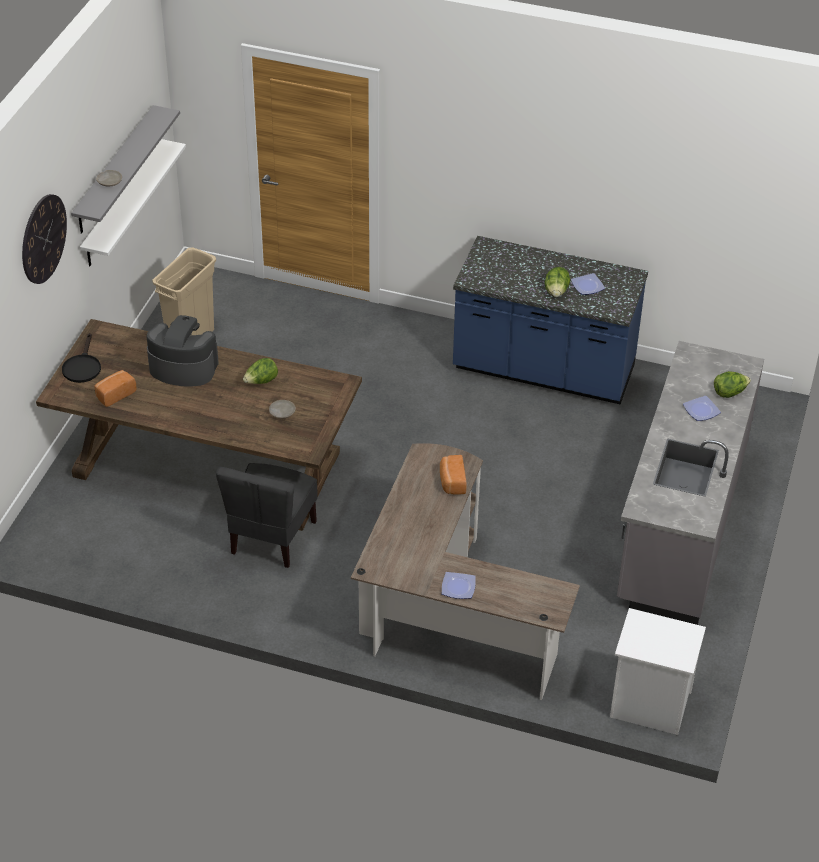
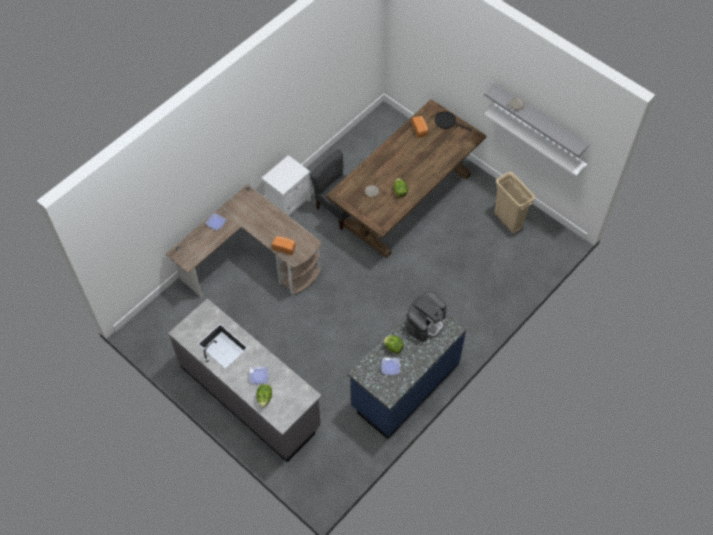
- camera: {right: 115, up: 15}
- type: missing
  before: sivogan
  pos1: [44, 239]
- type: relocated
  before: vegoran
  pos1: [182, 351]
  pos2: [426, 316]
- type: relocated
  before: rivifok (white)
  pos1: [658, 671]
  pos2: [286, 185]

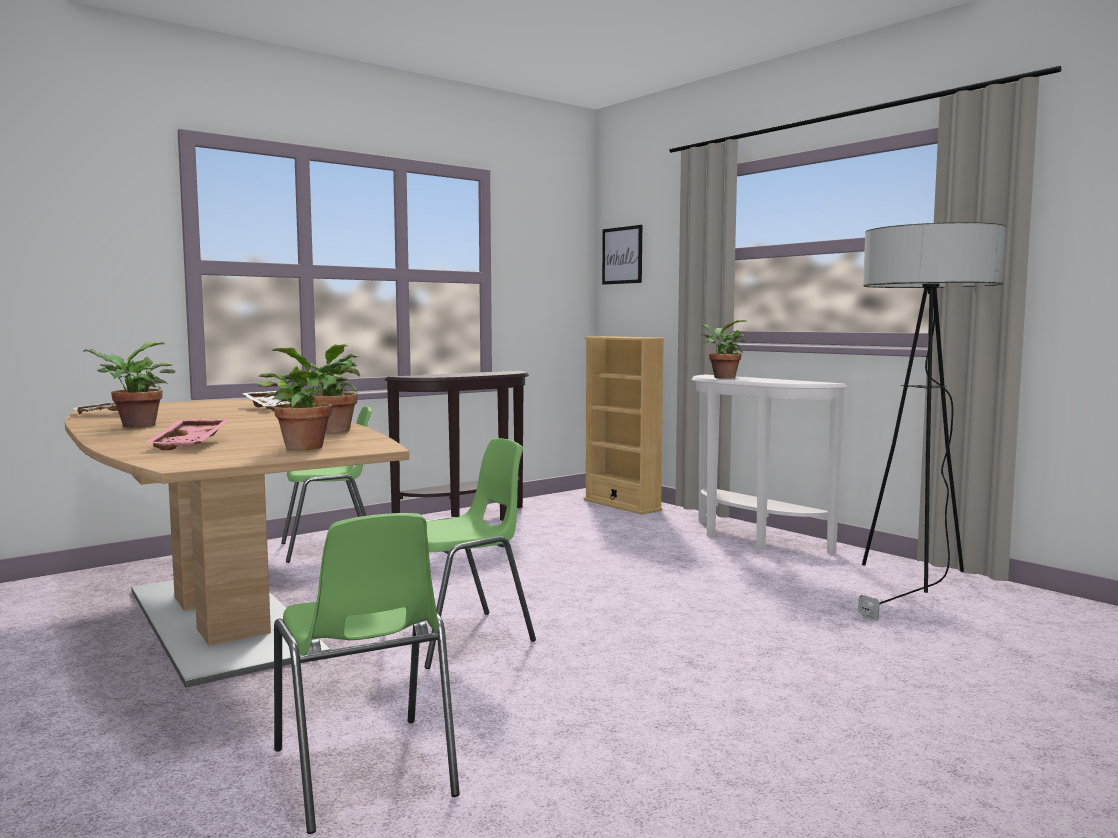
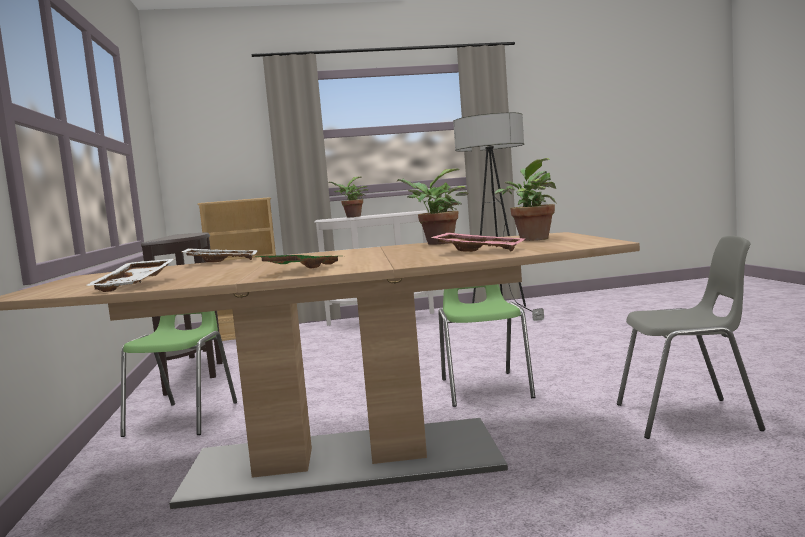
- camera: {right: -60, up: 0}
- type: exchanged
  before: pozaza
  after: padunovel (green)
  pos1: [129, 385]
  pos2: [297, 262]
- type: colour
  before: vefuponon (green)
  after: vefuponon (grey)
  pos1: [367, 673]
  pos2: [691, 337]
- type: missing
  before: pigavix
  pos1: [622, 255]

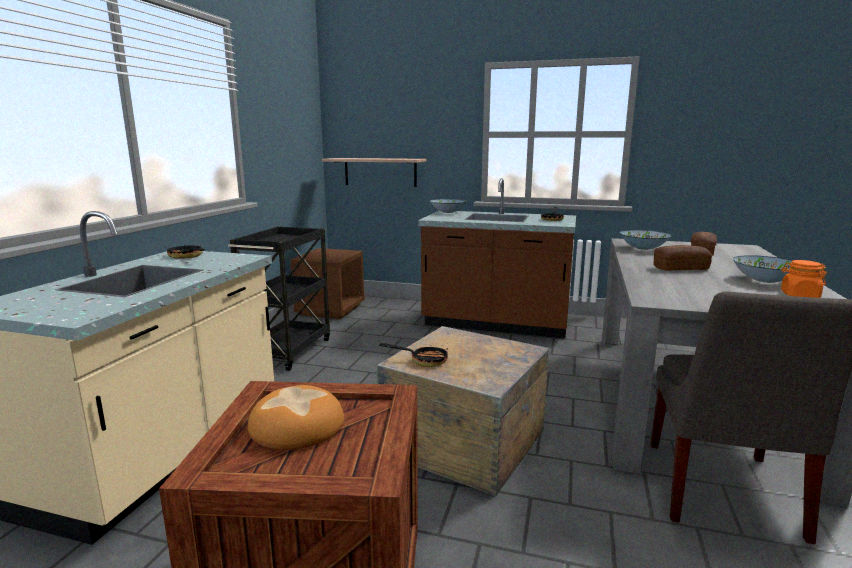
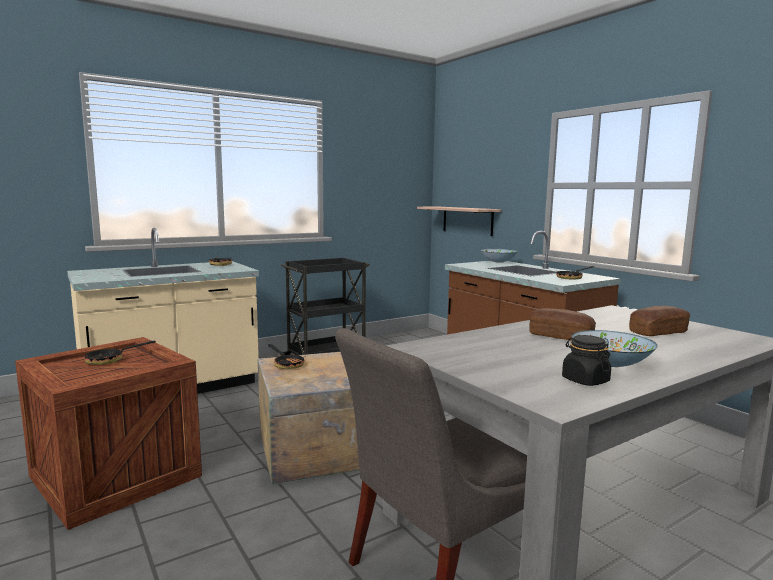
- camera: {right: 40, up: -5}
- type: exchanged
  before: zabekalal
  after: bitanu
  pos1: [296, 417]
  pos2: [120, 353]
- type: missing
  before: rivifok (brown)
  pos1: [328, 283]
- type: missing
  before: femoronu
  pos1: [646, 240]
- type: colour
  before: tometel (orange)
  after: tometel (black)
  pos1: [804, 279]
  pos2: [586, 360]

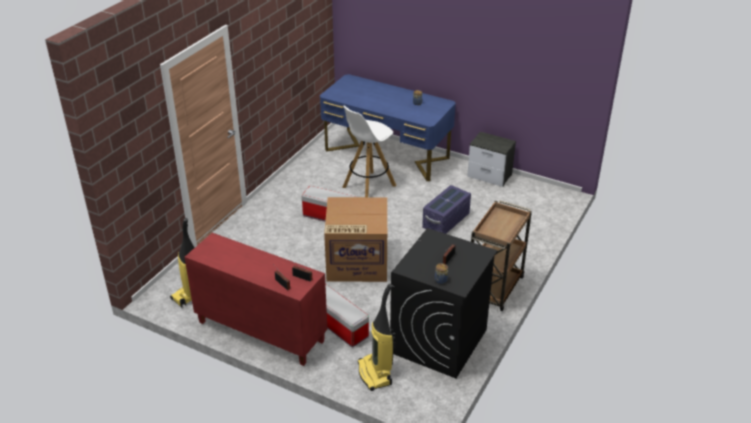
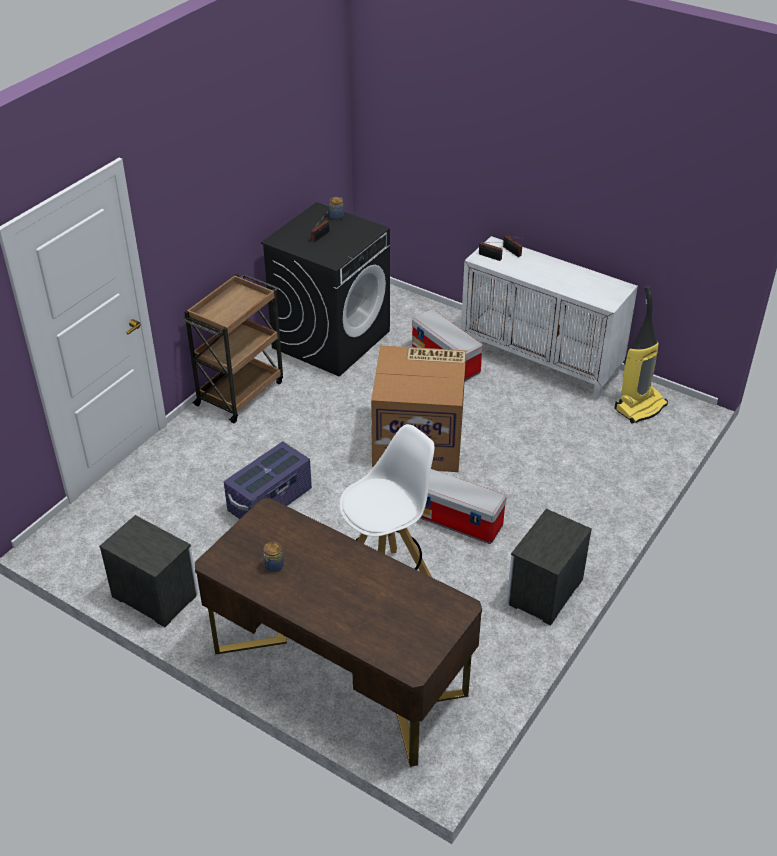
- camera: {right: -175, up: 5}
- type: colour
  before: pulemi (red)
  after: pulemi (white)
  pos1: [256, 299]
  pos2: [549, 317]
- type: colour
  before: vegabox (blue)
  after: vegabox (brown)
  pos1: [388, 127]
  pos2: [338, 632]
- type: missing
  before: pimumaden
  pos1: [376, 337]
- type: appeared
  after: rivifok
  pos2: [549, 567]

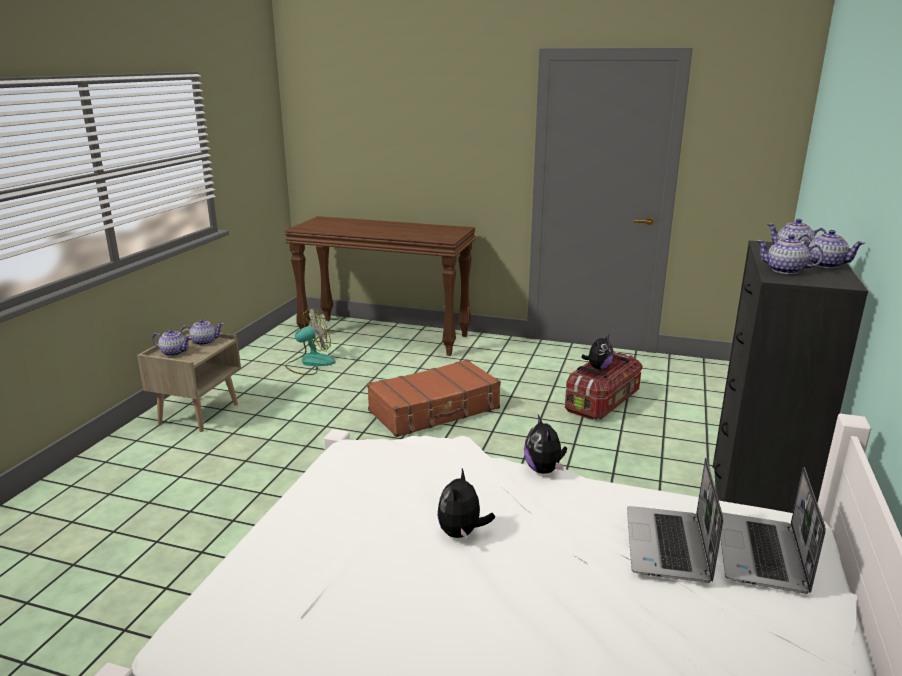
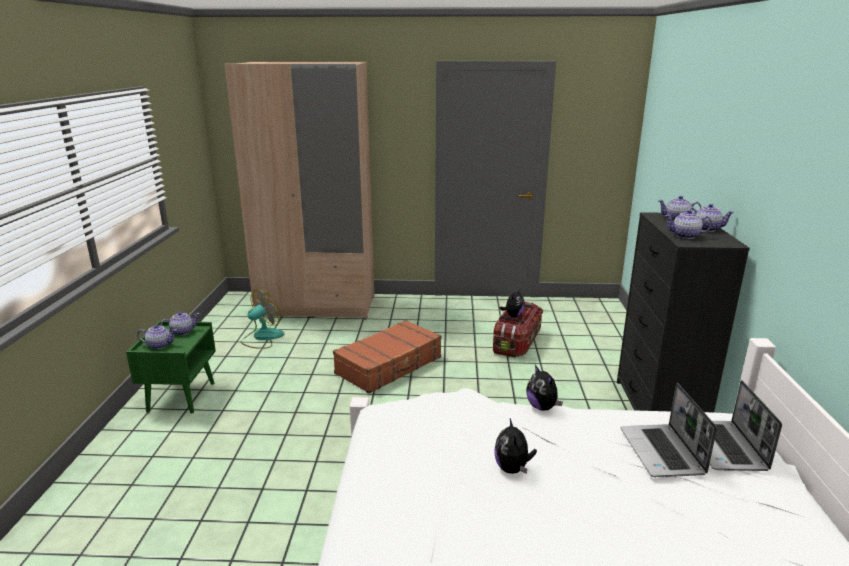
- camera: {right: -15, up: 0}
- type: colour
  before: rivifok (beige)
  after: rivifok (green)
  pos1: [189, 380]
  pos2: [171, 367]
- type: exchanged
  before: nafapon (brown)
  after: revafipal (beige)
  pos1: [380, 286]
  pos2: [299, 190]

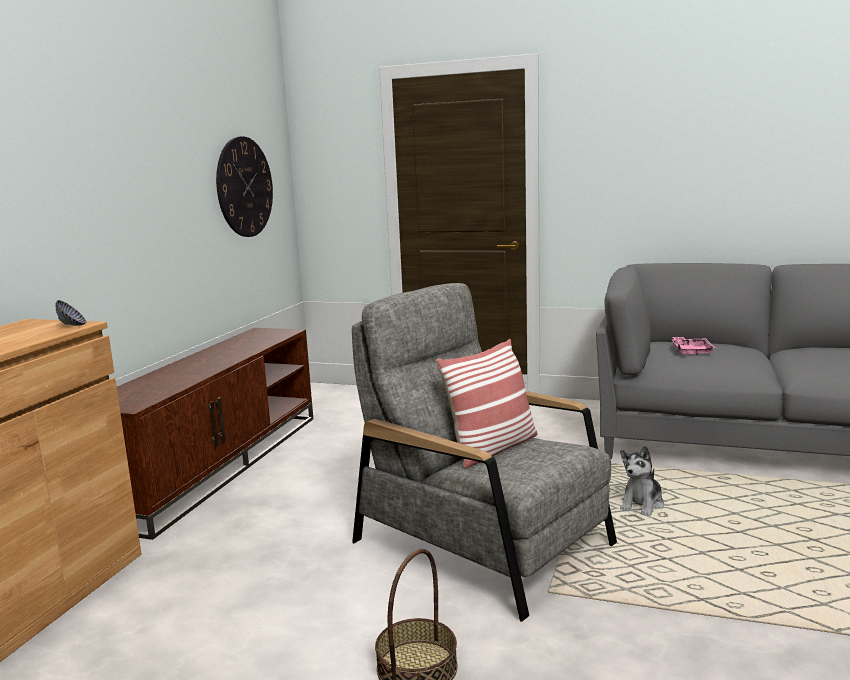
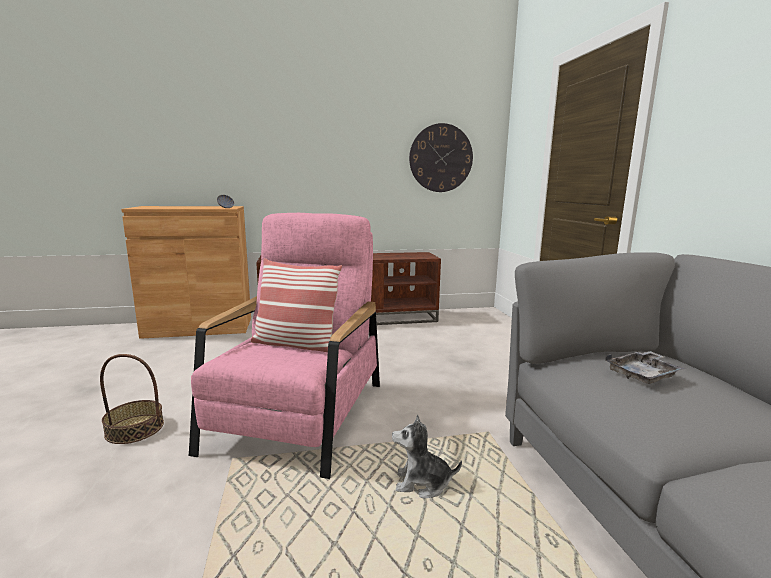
- camera: {right: 60, up: 0}
- type: colour
  before: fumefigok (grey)
  after: fumefigok (pink)
  pos1: [484, 452]
  pos2: [284, 346]
- type: colour
  before: padunovel (pink)
  after: padunovel (grey)
  pos1: [693, 346]
  pos2: [645, 367]

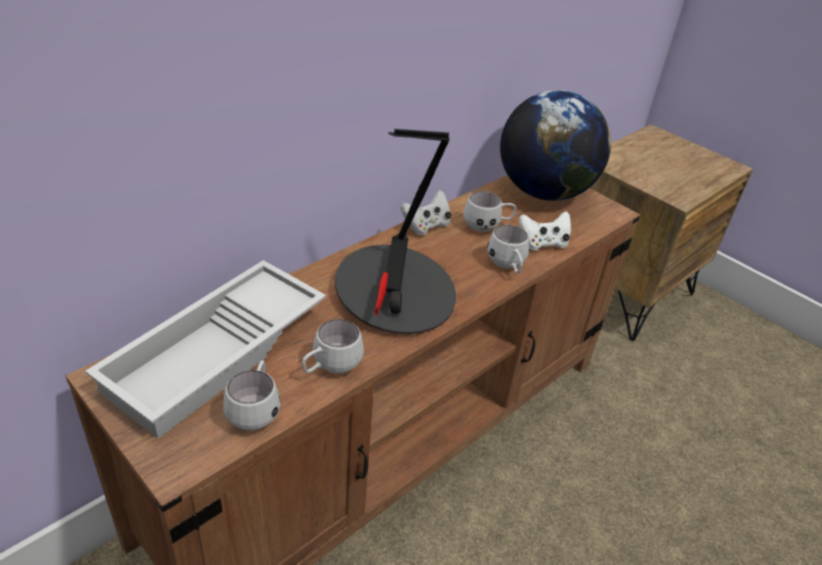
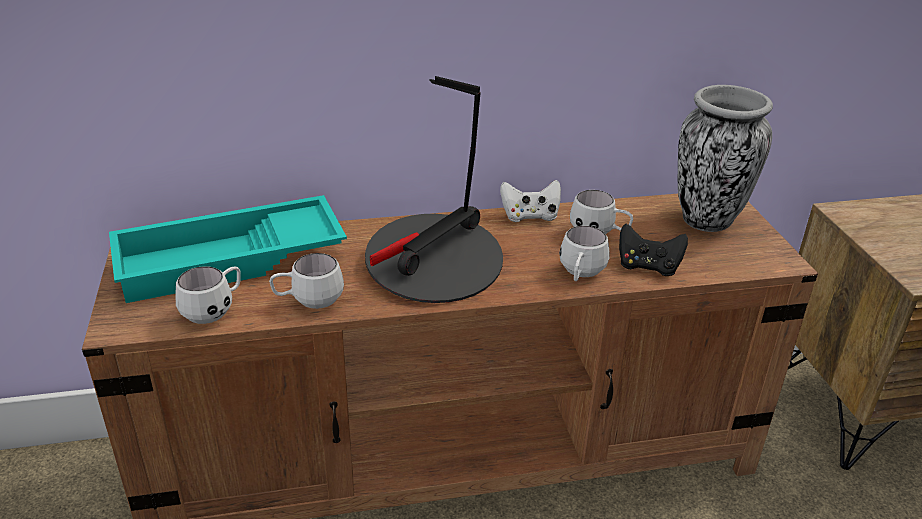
- camera: {right: 35, up: -5}
- type: colour
  before: padunovel (white)
  after: padunovel (turquoise)
  pos1: [205, 349]
  pos2: [228, 249]
- type: exchanged
  before: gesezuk
  after: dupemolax
  pos1: [555, 145]
  pos2: [725, 158]
- type: colour
  before: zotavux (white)
  after: zotavux (black)
  pos1: [545, 231]
  pos2: [653, 250]

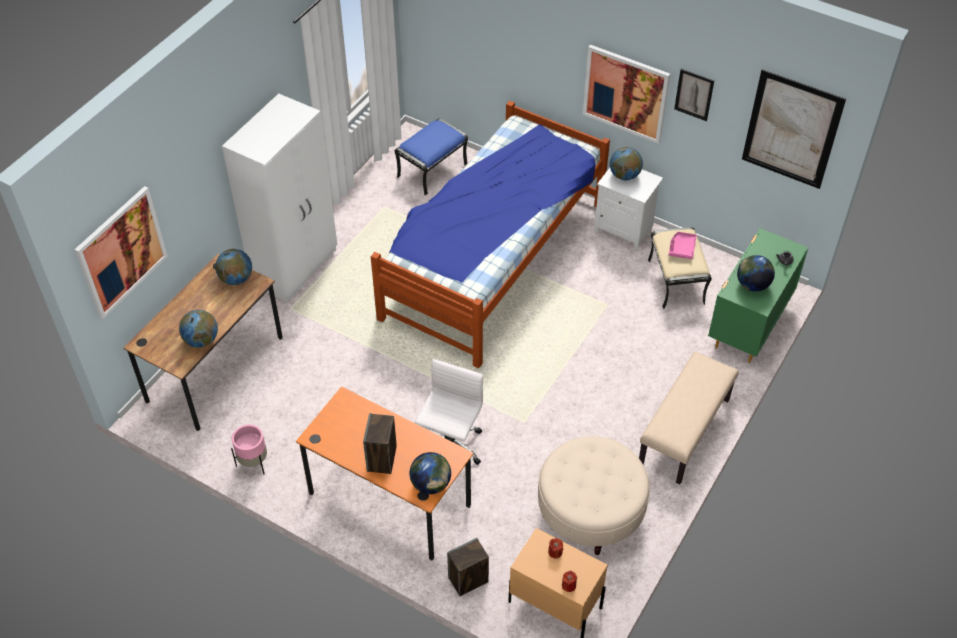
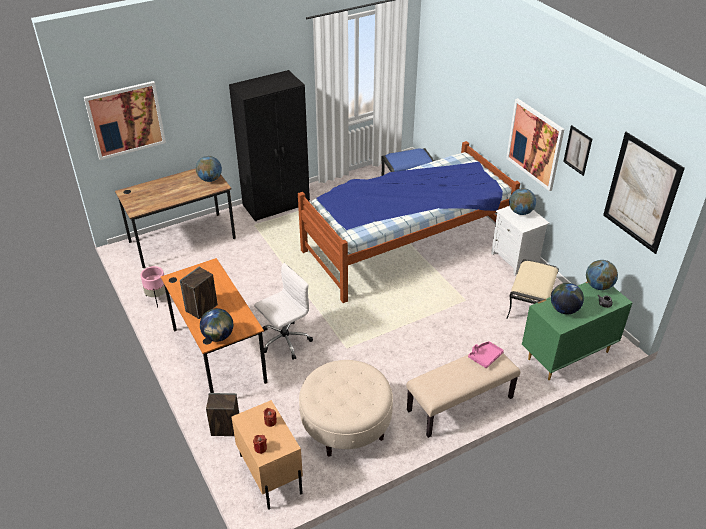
- camera: {right: 30, up: -10}
- type: relocated
  before: gesezuk
  pos1: [198, 328]
  pos2: [602, 275]
- type: colour
  before: revafipal (white)
  after: revafipal (black)
  pos1: [279, 198]
  pos2: [269, 145]
- type: relocated
  before: padunovel (pink)
  pos1: [683, 245]
  pos2: [486, 354]

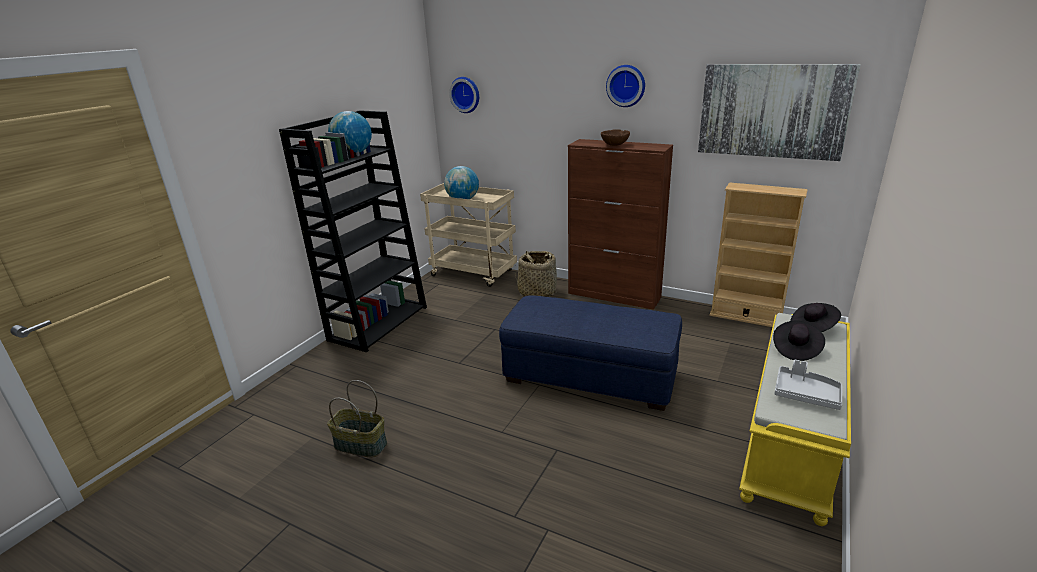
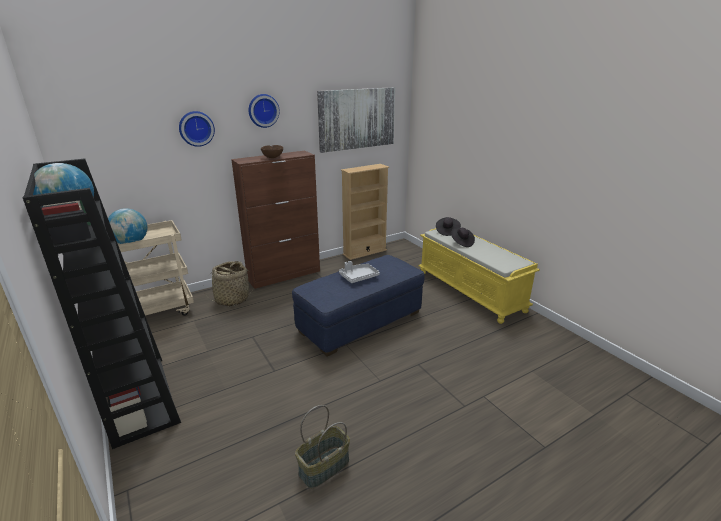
- camera: {right: -60, up: 0}
- type: relocated
  before: sivogan
  pos1: [464, 95]
  pos2: [197, 129]
- type: relocated
  before: padunovel (grey)
  pos1: [808, 385]
  pos2: [359, 272]

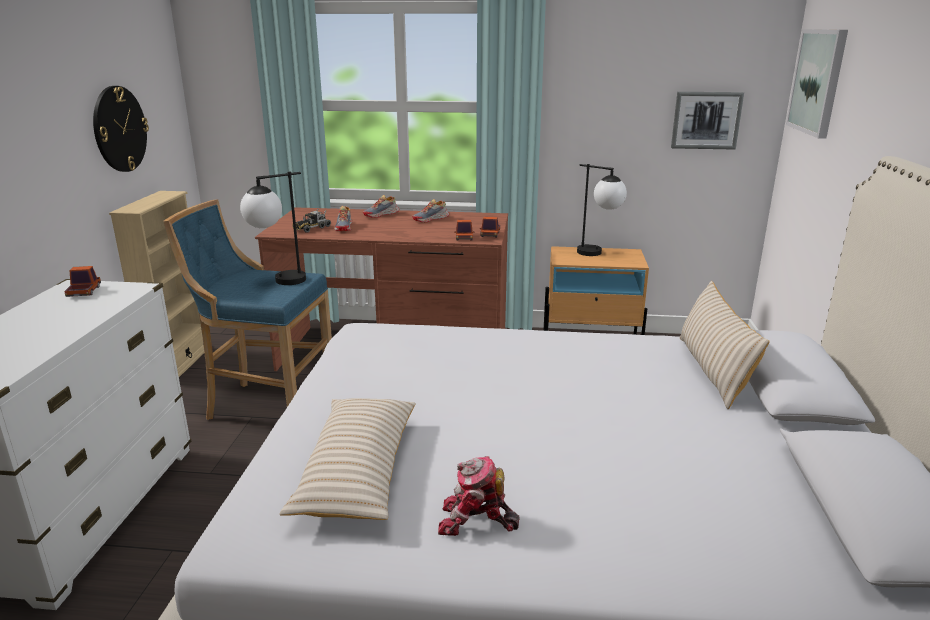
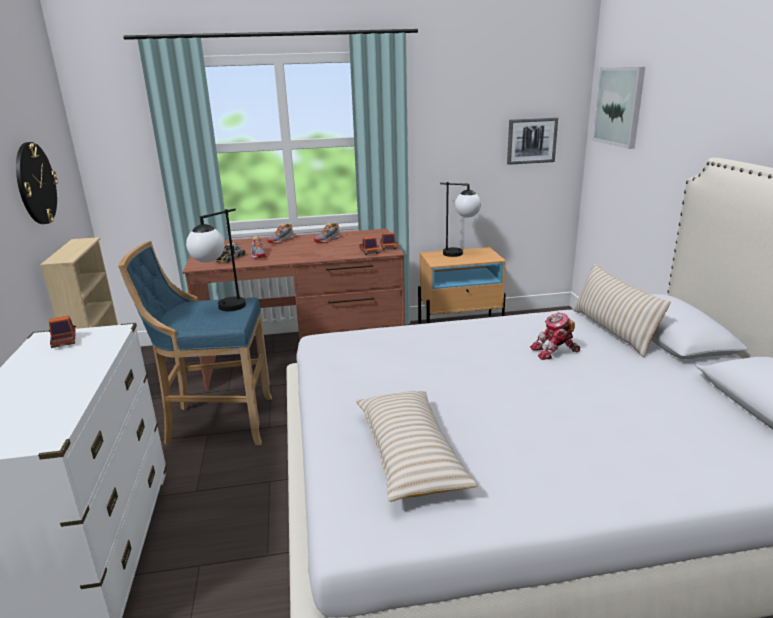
- camera: {right: -15, up: 0}
- type: relocated
  before: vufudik
  pos1: [479, 496]
  pos2: [555, 336]

